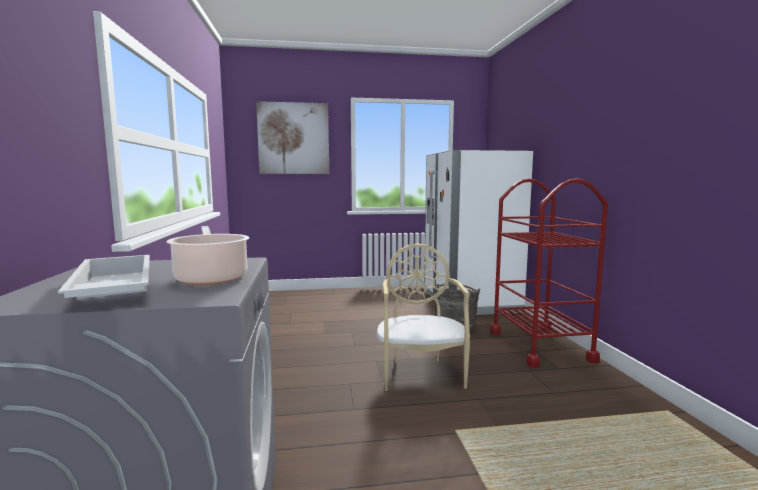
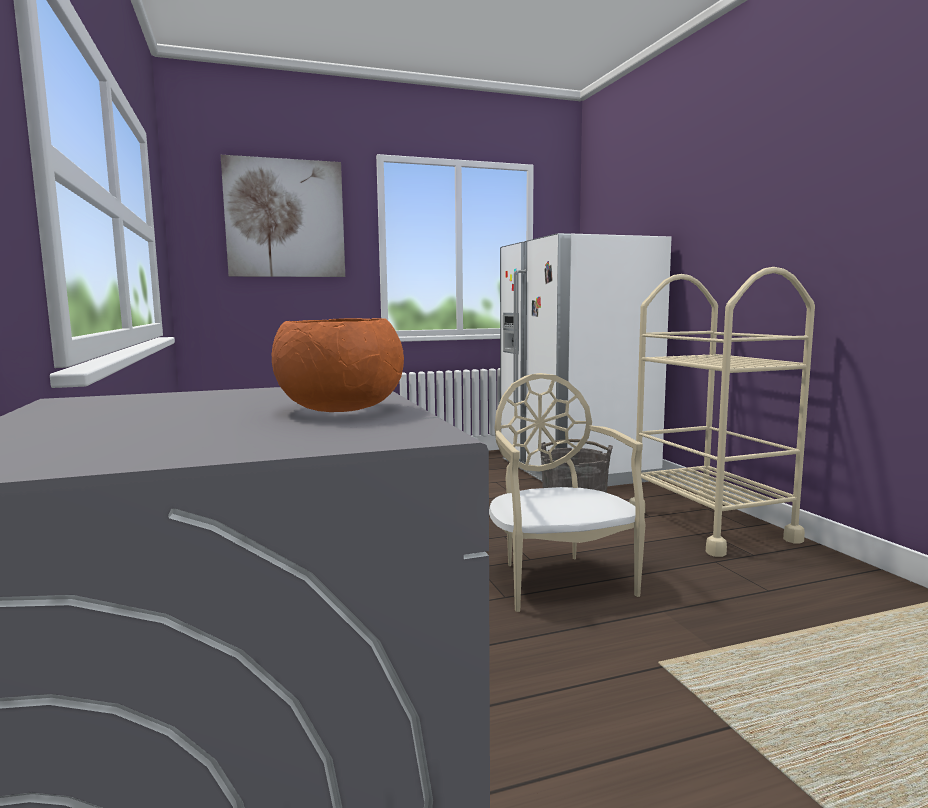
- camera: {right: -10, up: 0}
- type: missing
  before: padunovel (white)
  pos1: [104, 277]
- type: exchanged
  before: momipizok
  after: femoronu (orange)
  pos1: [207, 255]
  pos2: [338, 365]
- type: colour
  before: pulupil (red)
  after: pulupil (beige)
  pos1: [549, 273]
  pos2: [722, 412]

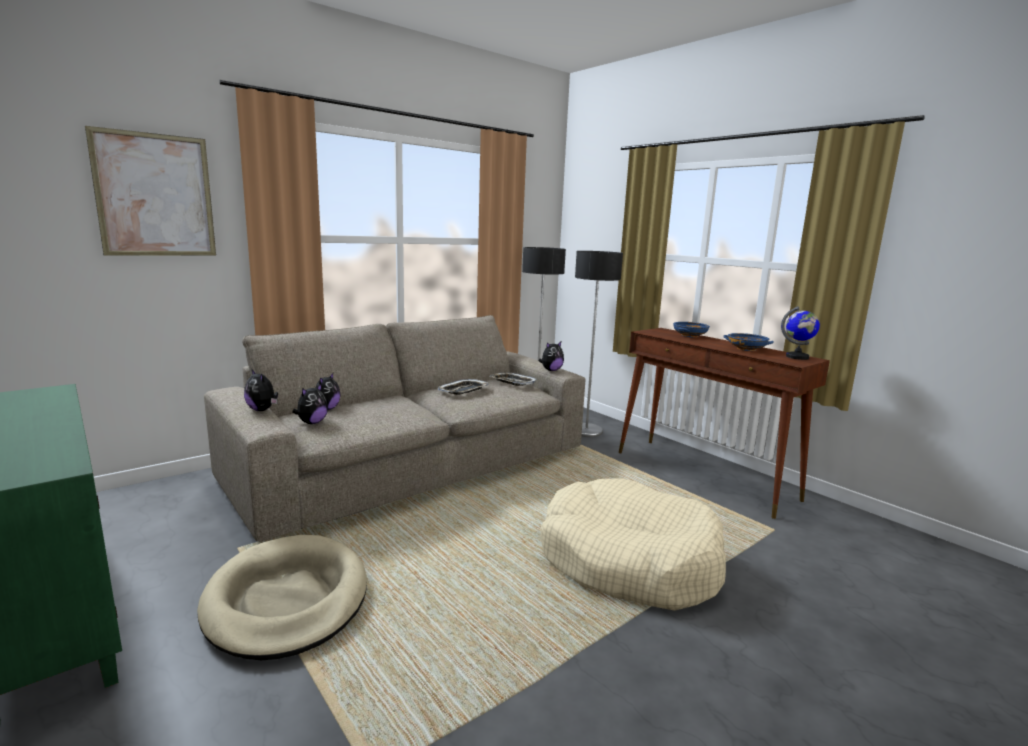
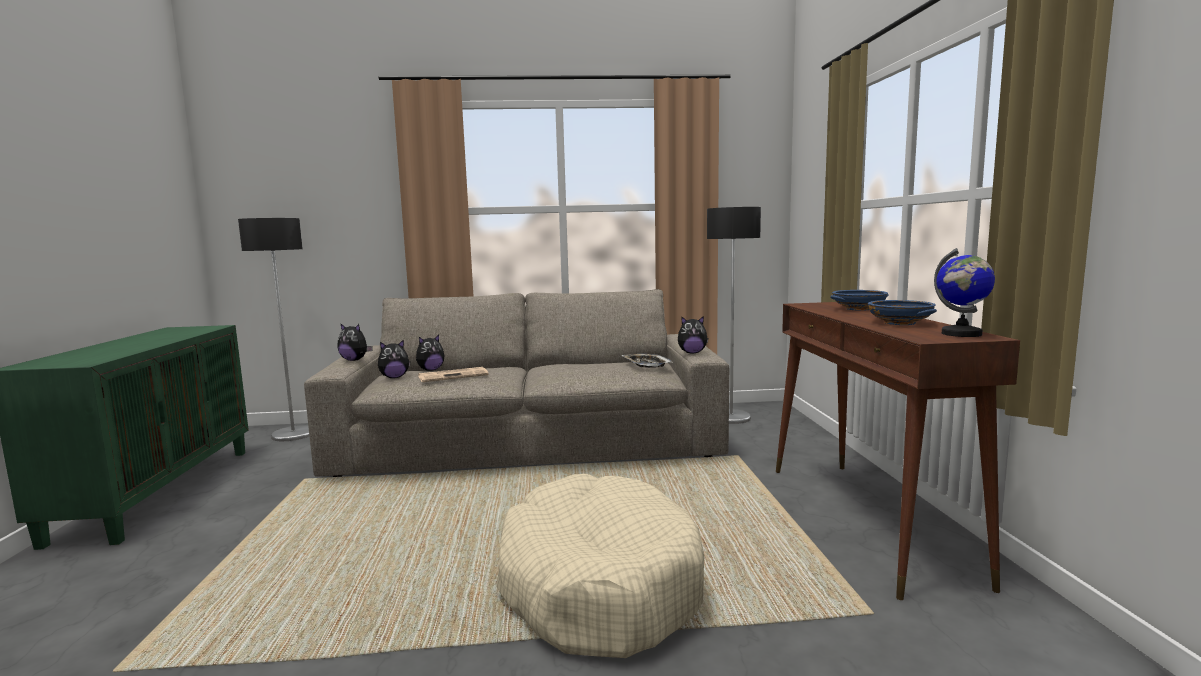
- camera: {right: 35, up: -5}
- type: missing
  before: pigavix
  pos1: [150, 191]
- type: missing
  before: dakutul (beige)
  pos1: [282, 597]
- type: spun
  before: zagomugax
  pos1: [261, 390]
  pos2: [355, 342]
  turn: -60
- type: missing
  before: padunovel
  pos1: [463, 387]
- type: relocated
  before: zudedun
  pos1: [599, 344]
  pos2: [273, 329]
- type: appeared
  after: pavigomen
  pos2: [453, 374]

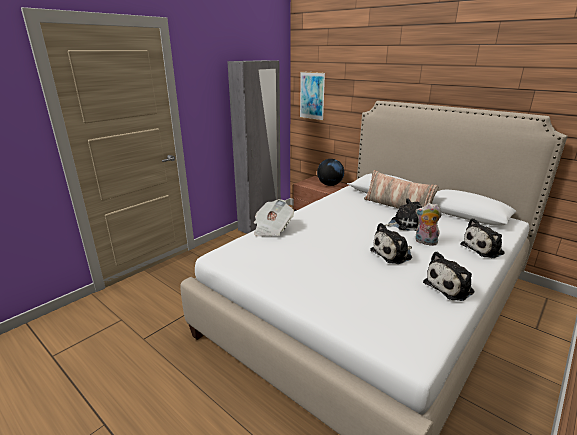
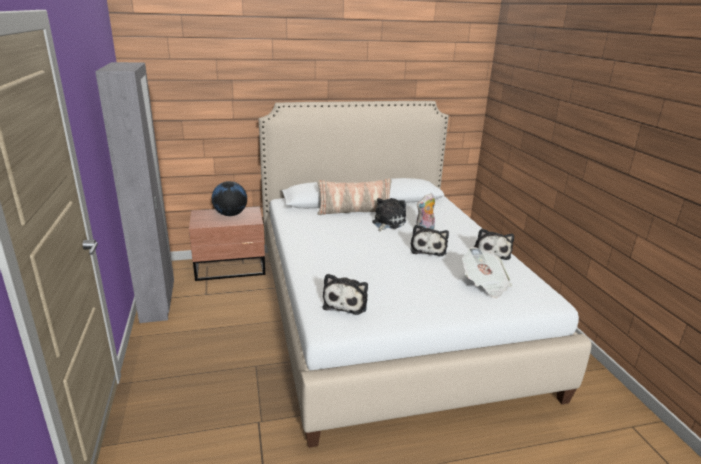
- camera: {right: -55, up: 0}
- type: relocated
  before: pavigomen
  pos1: [274, 218]
  pos2: [487, 272]
- type: missing
  before: pigavix
  pos1: [312, 96]
- type: relocated
  before: zagomugax
  pos1: [482, 238]
  pos2: [345, 294]

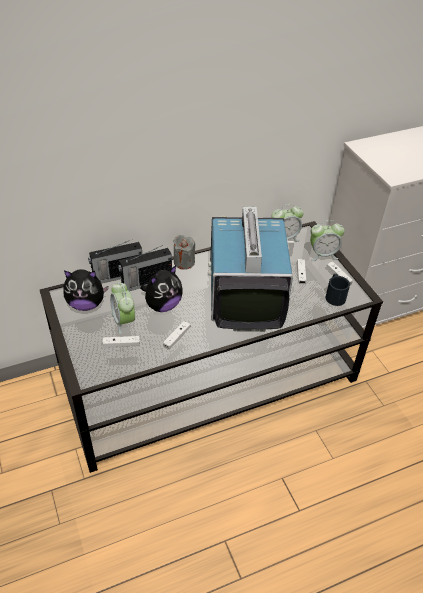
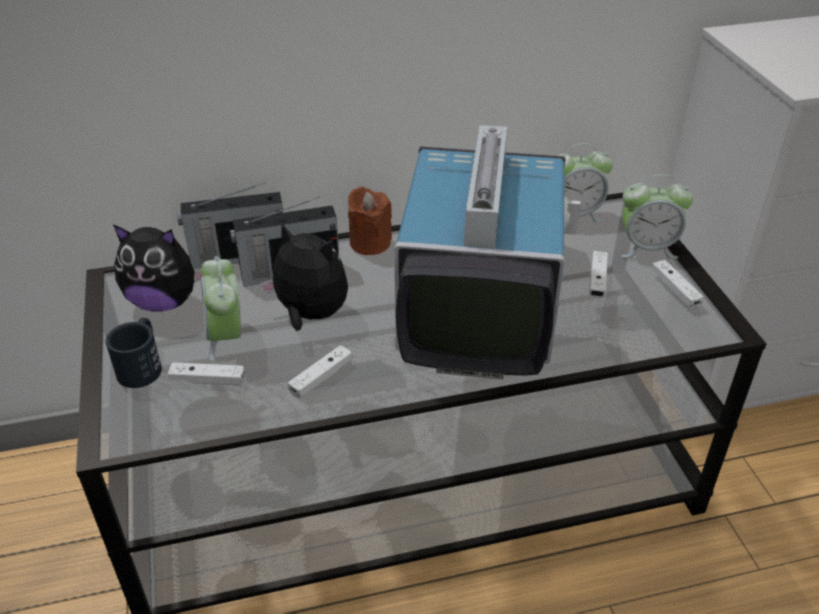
- camera: {right: 10, up: -5}
- type: spun
  before: zagomugax
  pos1: [161, 288]
  pos2: [303, 277]
  turn: -120
- type: colour
  before: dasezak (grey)
  after: dasezak (brown)
  pos1: [184, 252]
  pos2: [370, 221]
- type: relocated
  before: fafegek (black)
  pos1: [338, 290]
  pos2: [133, 353]

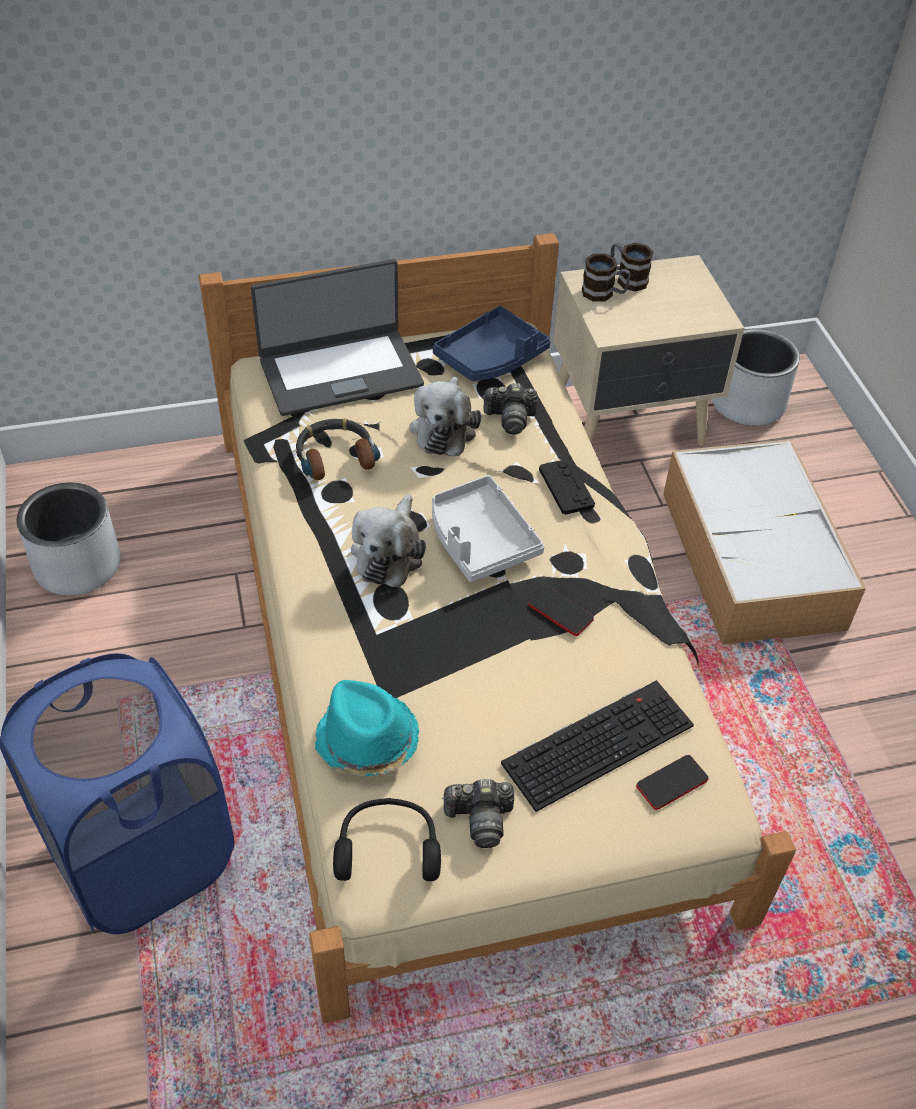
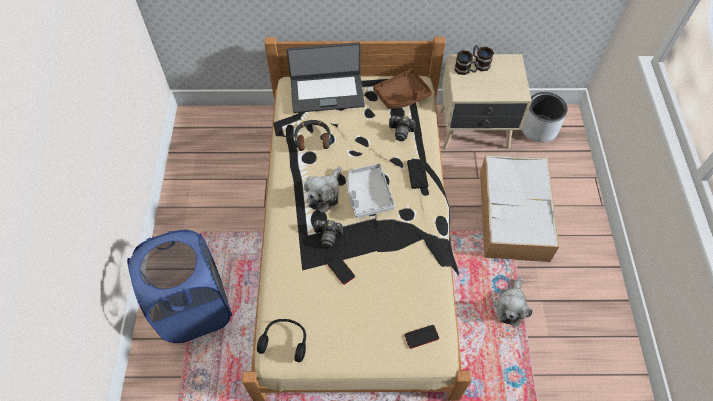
- camera: {right: 15, up: 10}
- type: missing
  before: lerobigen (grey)
  pos1: [69, 539]
- type: missing
  before: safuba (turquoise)
  pos1: [367, 728]
- type: relocated
  before: zagomugax
  pos1: [445, 416]
  pos2: [513, 302]
- type: colour
  before: padunovel (blue)
  after: padunovel (brown)
  pos1: [492, 343]
  pos2: [402, 89]
- type: relocated
  before: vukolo
  pos1: [478, 813]
  pos2: [328, 234]
- type: missing
  before: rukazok
  pos1: [597, 746]
- type: relocated
  before: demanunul
  pos1: [561, 611]
  pos2: [341, 270]

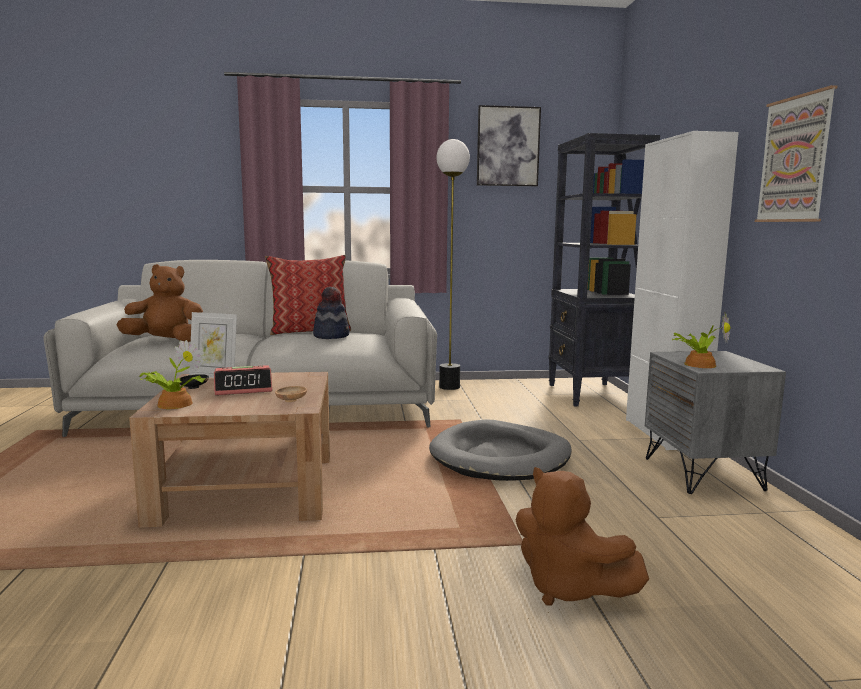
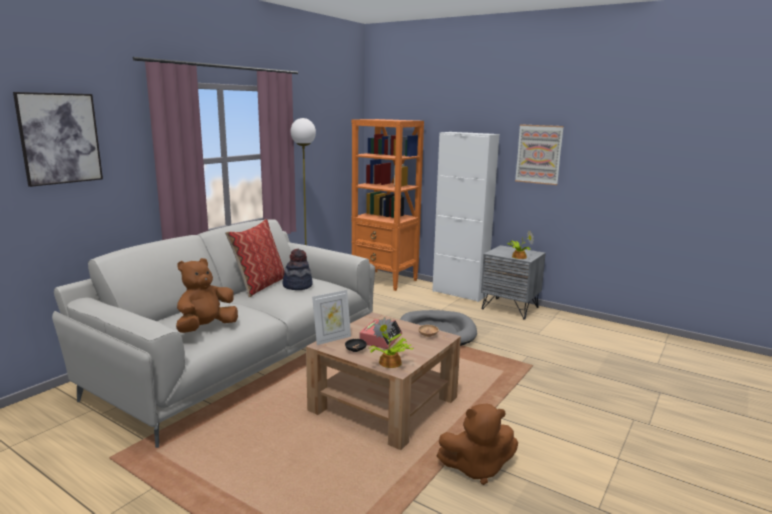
- camera: {right: -50, up: 5}
- type: relocated
  before: pigavix
  pos1: [509, 145]
  pos2: [58, 139]
- type: relocated
  before: zagomugax (brown)
  pos1: [582, 536]
  pos2: [477, 444]
- type: colour
  before: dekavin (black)
  after: dekavin (orange)
  pos1: [604, 269]
  pos2: [387, 205]

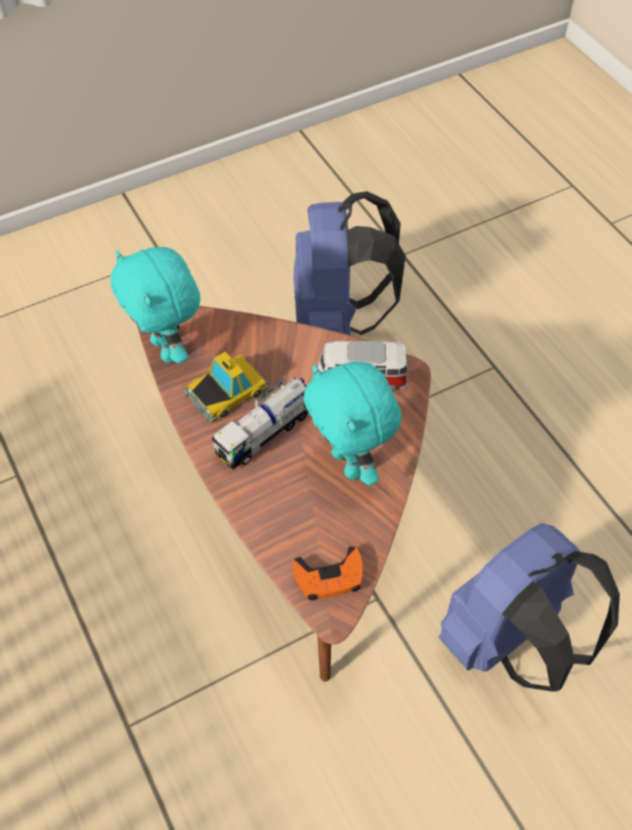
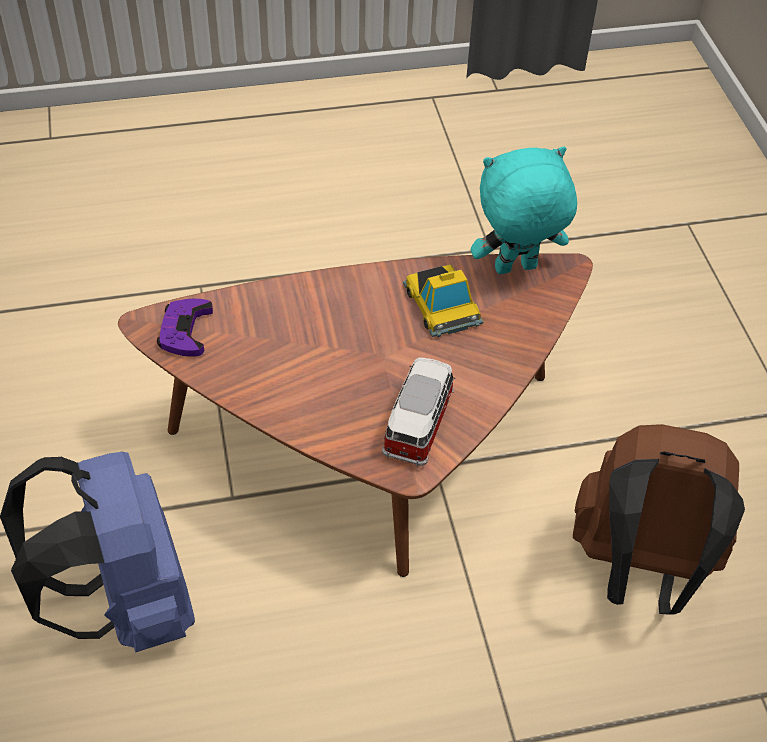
- camera: {right: 105, up: -5}
- type: missing
  before: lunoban
  pos1: [259, 424]
- type: colour
  before: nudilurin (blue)
  after: nudilurin (brown)
  pos1: [349, 263]
  pos2: [659, 519]
- type: colour
  before: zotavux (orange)
  after: zotavux (purple)
  pos1: [327, 573]
  pos2: [185, 328]
- type: missing
  before: zagomugax (turquoise)
  pos1: [353, 423]

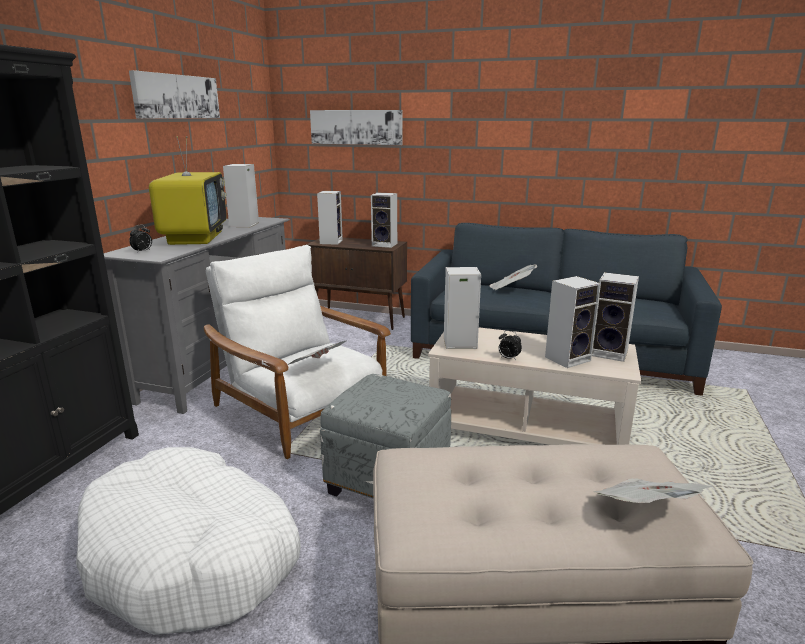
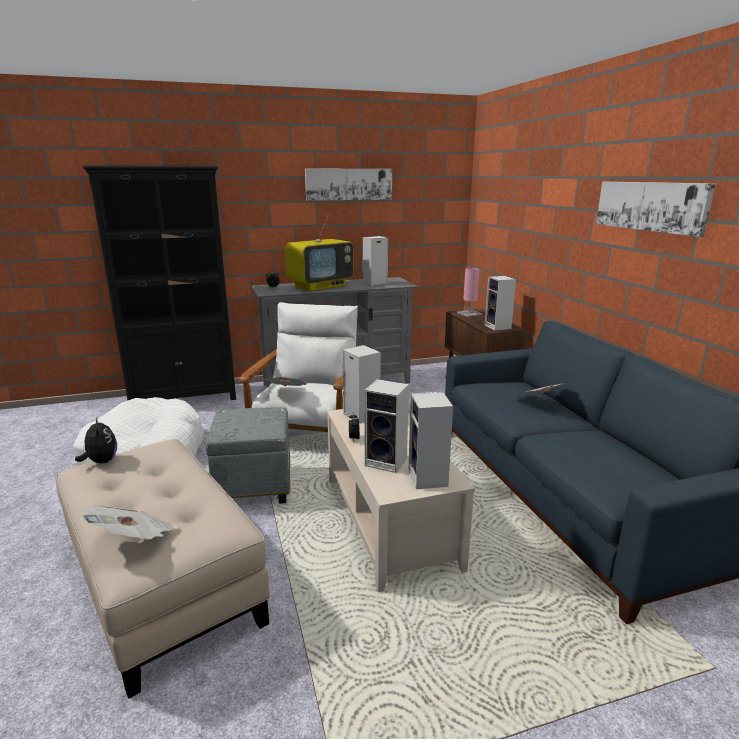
- camera: {right: 55, up: 0}
- type: relocated
  before: pigavix
  pos1: [356, 127]
  pos2: [656, 209]
- type: exchanged
  before: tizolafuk
  after: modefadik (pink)
  pos1: [330, 218]
  pos2: [469, 292]
- type: appeared
  after: zagomugax
  pos2: [96, 440]

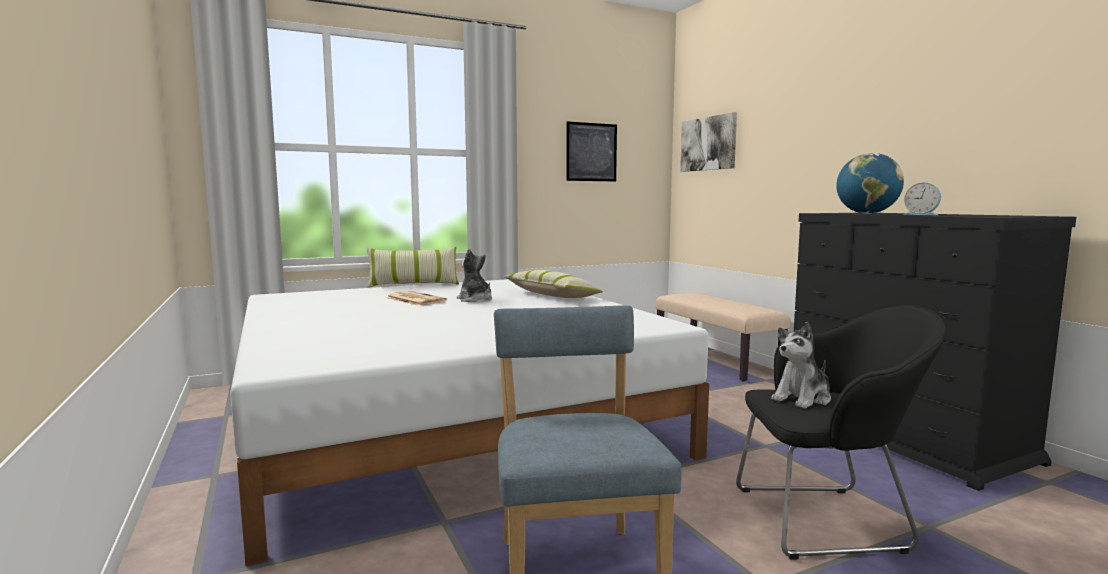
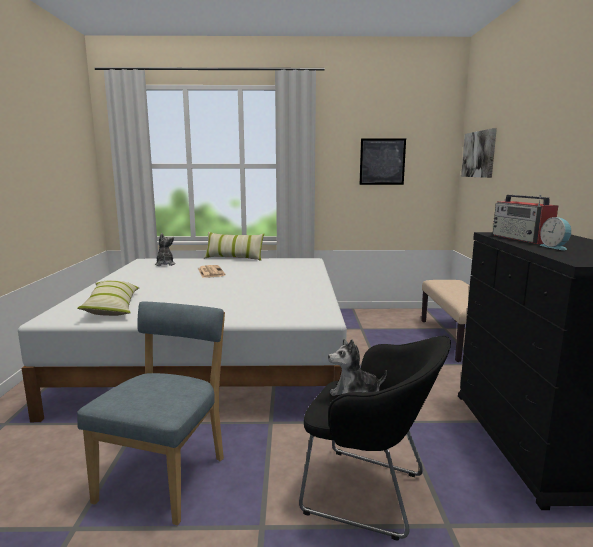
- camera: {right: 25, up: 5}
- type: relocated
  before: zagomugax
  pos1: [474, 275]
  pos2: [165, 249]
- type: relocated
  before: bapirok
  pos1: [553, 284]
  pos2: [108, 298]
- type: exchanged
  before: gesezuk
  after: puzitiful
  pos1: [870, 183]
  pos2: [525, 219]

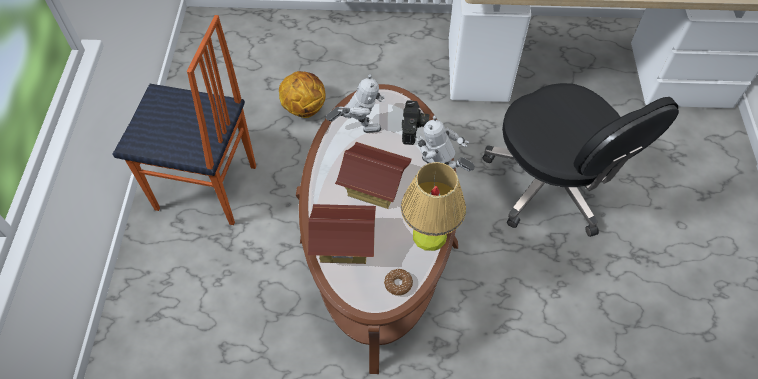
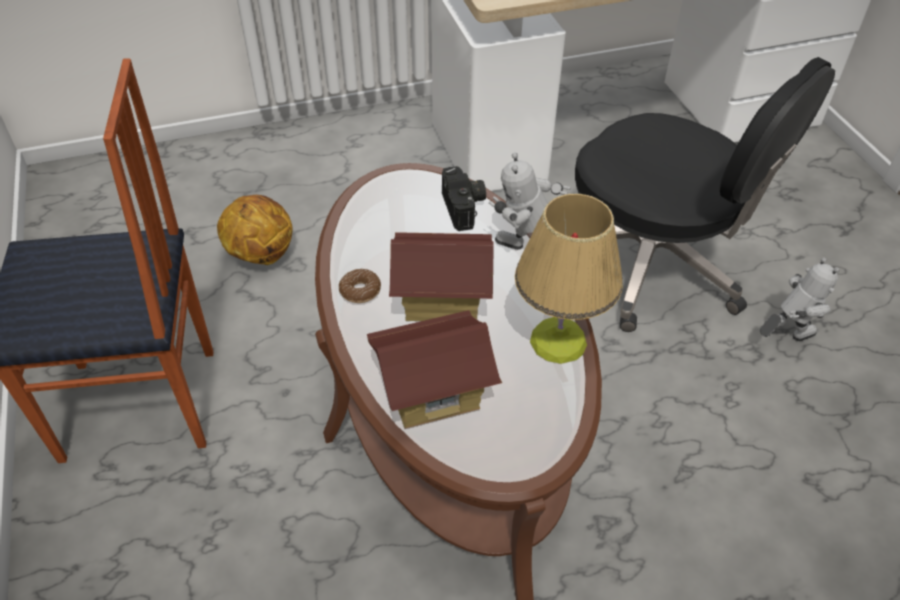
- camera: {right: -20, up: -10}
- type: relocated
  before: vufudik
  pos1: [355, 103]
  pos2: [799, 299]
- type: relocated
  before: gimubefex
  pos1: [398, 282]
  pos2: [360, 286]

